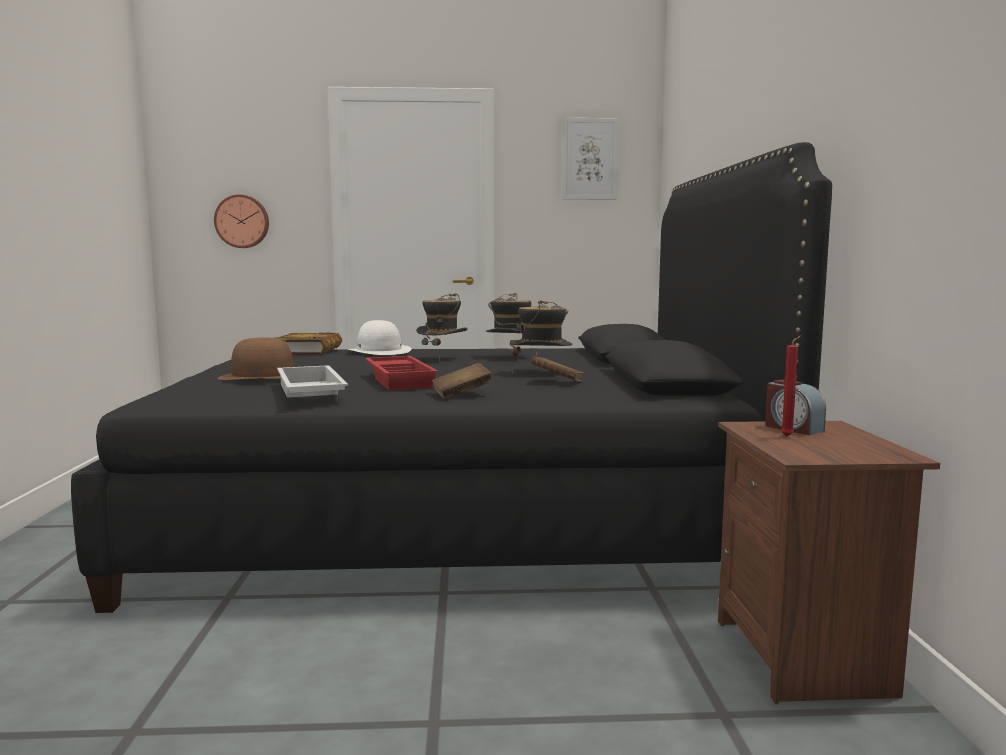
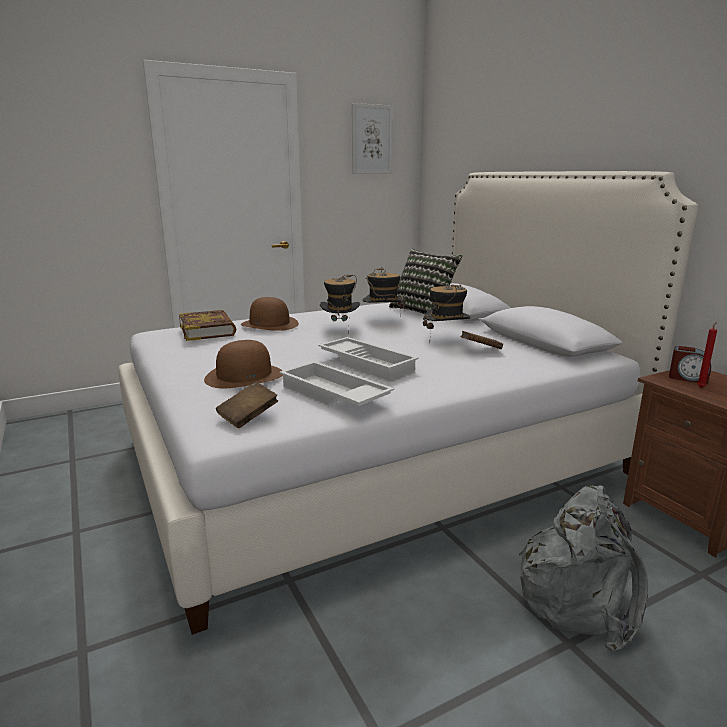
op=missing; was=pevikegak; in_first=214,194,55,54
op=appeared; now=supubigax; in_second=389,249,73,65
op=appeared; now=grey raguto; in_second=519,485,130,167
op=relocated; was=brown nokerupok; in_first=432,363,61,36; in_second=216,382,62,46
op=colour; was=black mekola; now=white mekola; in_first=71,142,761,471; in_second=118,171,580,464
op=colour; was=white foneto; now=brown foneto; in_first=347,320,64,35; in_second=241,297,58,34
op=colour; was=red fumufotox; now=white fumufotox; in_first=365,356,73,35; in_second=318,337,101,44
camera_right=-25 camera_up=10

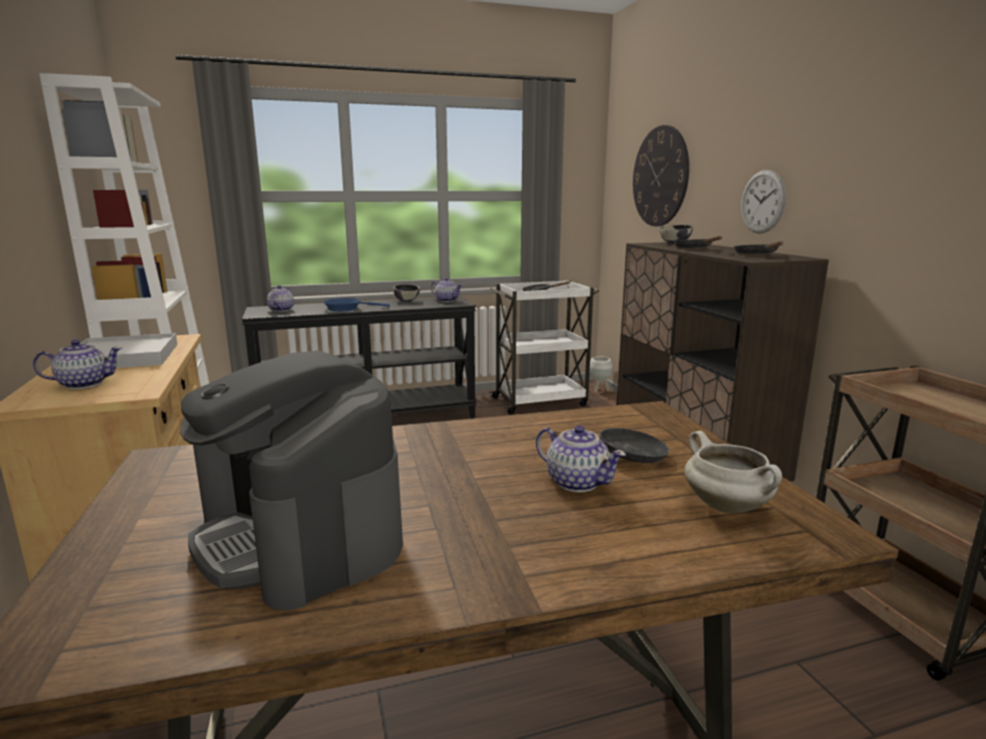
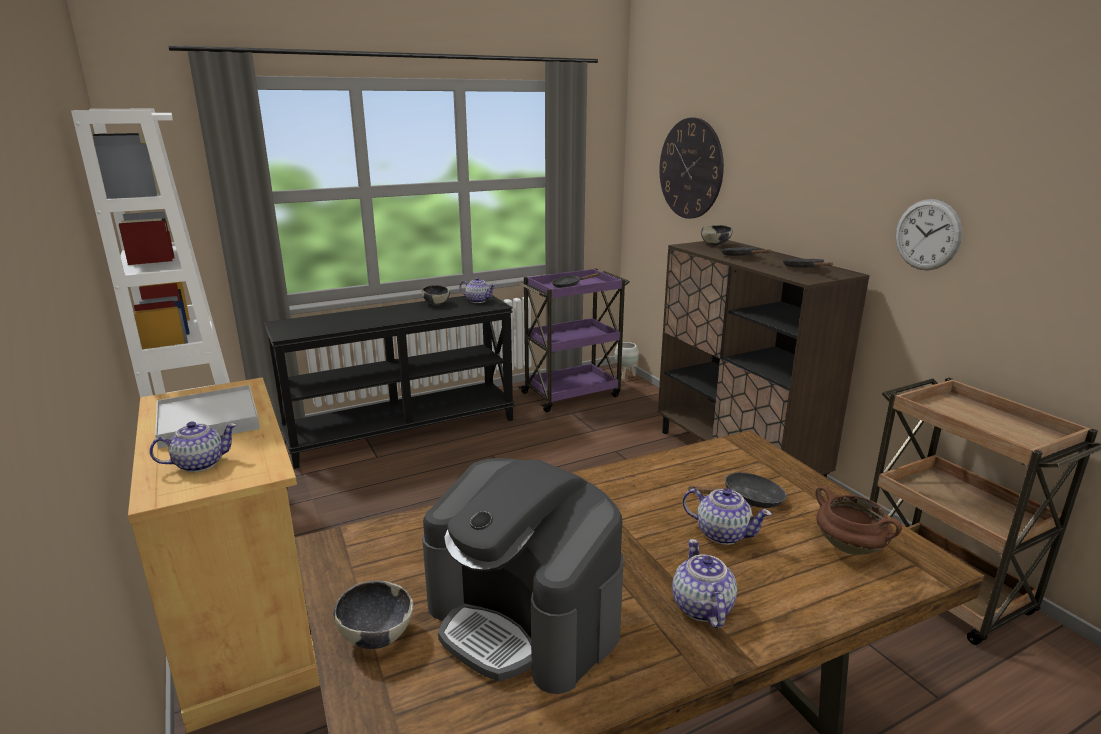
op=missing; was=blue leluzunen; in_first=323,298,67,14
op=appeared; now=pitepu; in_second=334,580,79,69
op=relocated; was=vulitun; in_first=267,285,27,27; in_second=672,539,65,89
op=relocated; was=pevikegak; in_first=741,170,45,64; in_second=896,199,66,72
op=colour; was=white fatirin; now=purple fatirin; in_first=490,280,109,135; in_second=518,268,112,144
op=colour; was=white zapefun; now=brown zapefun; in_first=684,431,98,82; in_second=816,486,86,69
camera_right=-10 camera_up=5

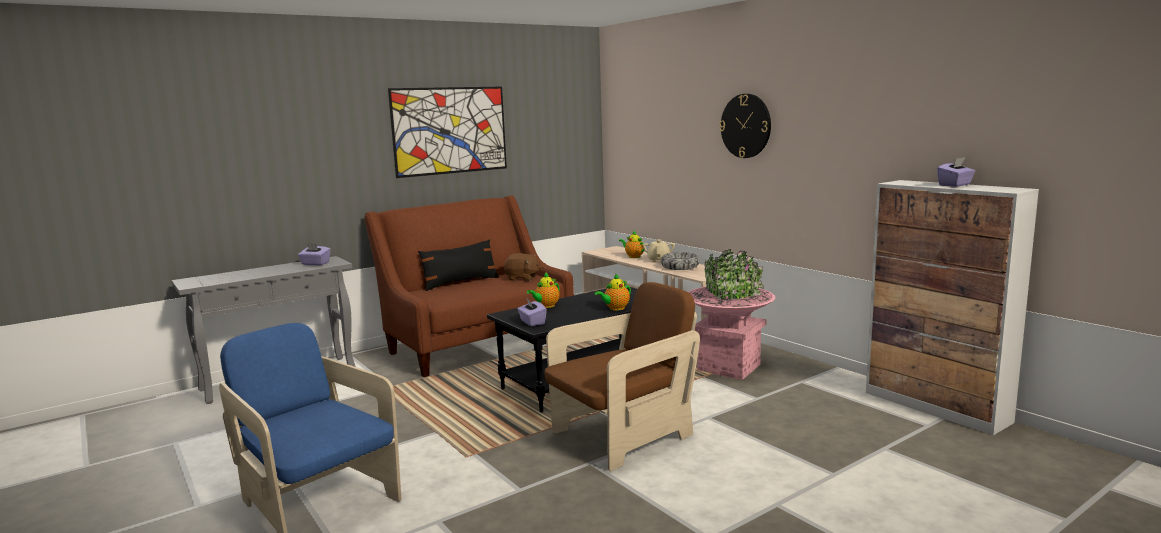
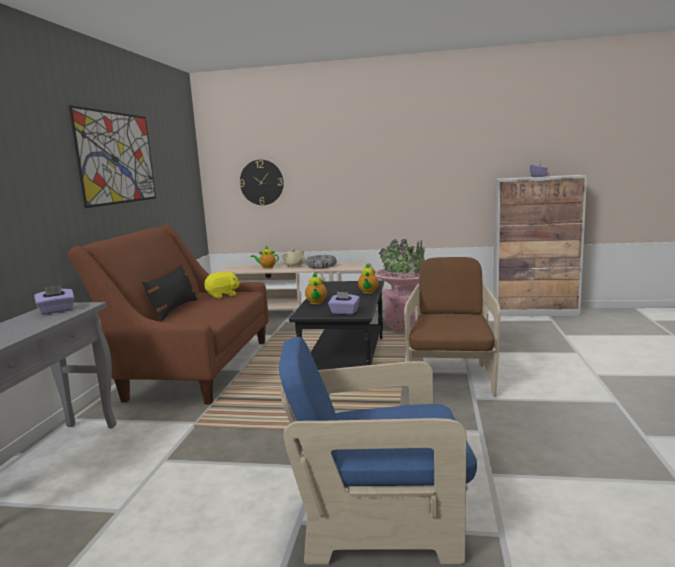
op=relocated; was=pevikegak; in_first=720,94,51,64; in_second=240,160,44,45
op=colour; was=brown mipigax; now=yellow mipigax; in_first=504,253,38,28; in_second=204,272,36,27
camera_right=-45 camera_up=0

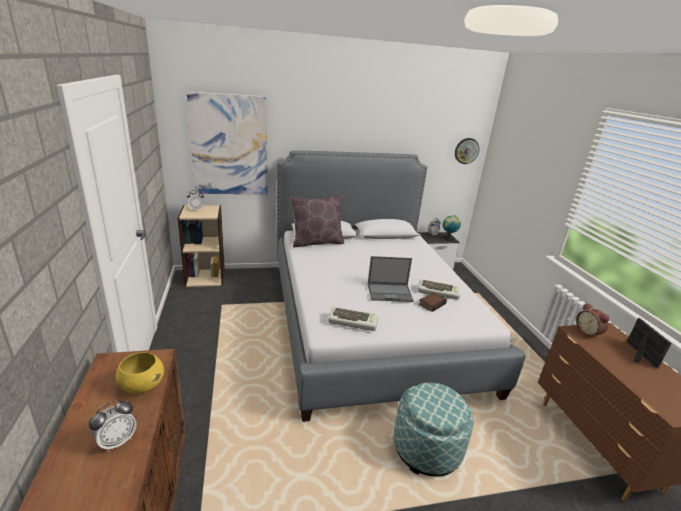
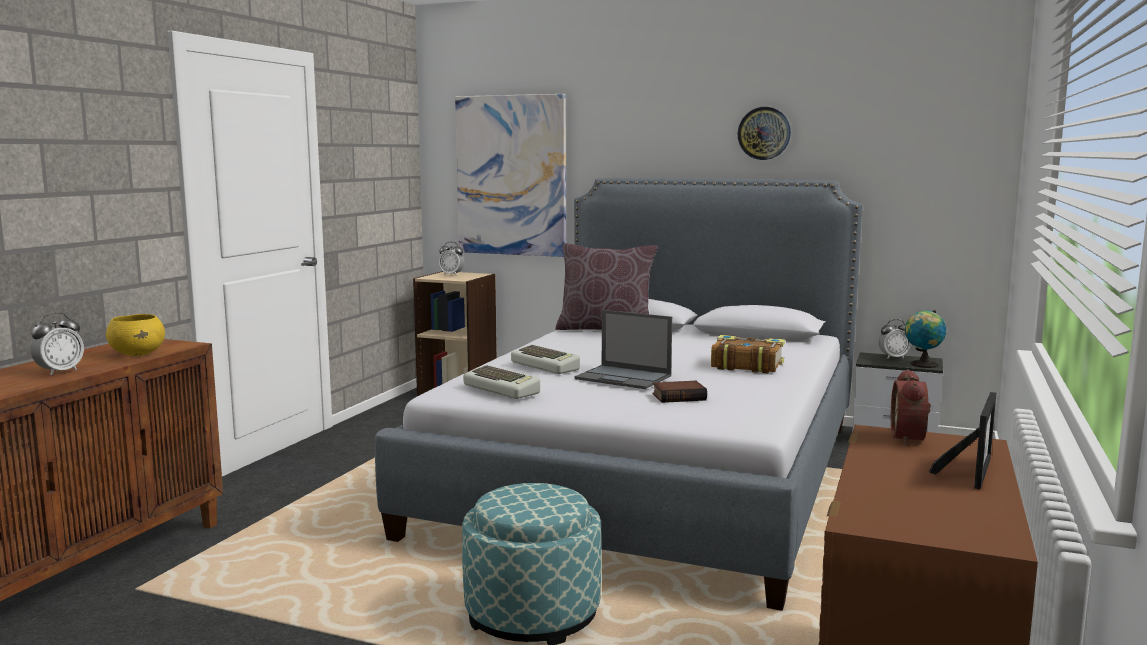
op=appeared; now=nokerupok; in_second=711,335,74,38
op=relocated; was=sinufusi; in_first=418,279,42,21; in_second=511,344,69,30
op=relocated; was=pevikegak; in_first=455,138,24,26; in_second=738,107,53,53
op=spun; was=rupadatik; in_first=89,400,48,52; in_second=31,313,53,63; clockwise=-45
camera_right=35 camera_up=-15

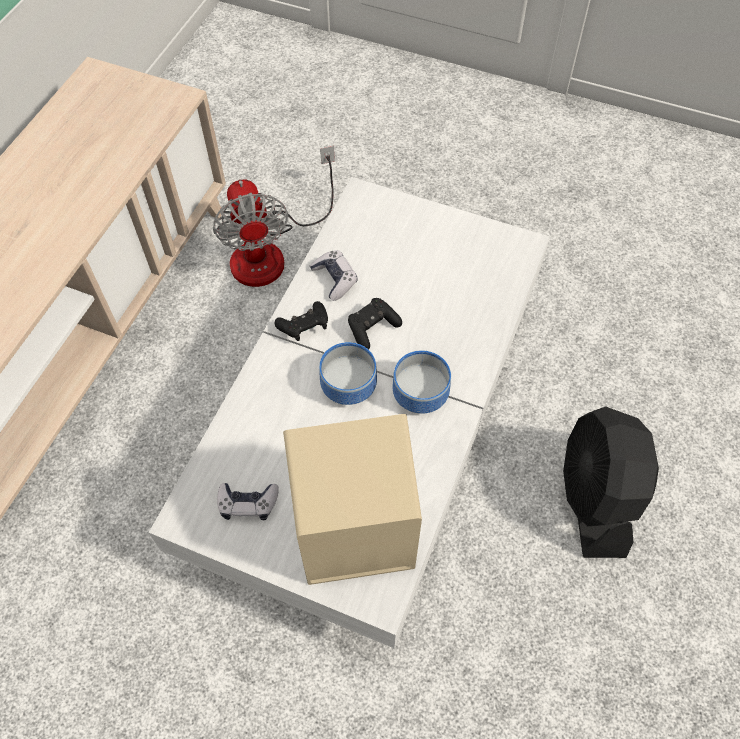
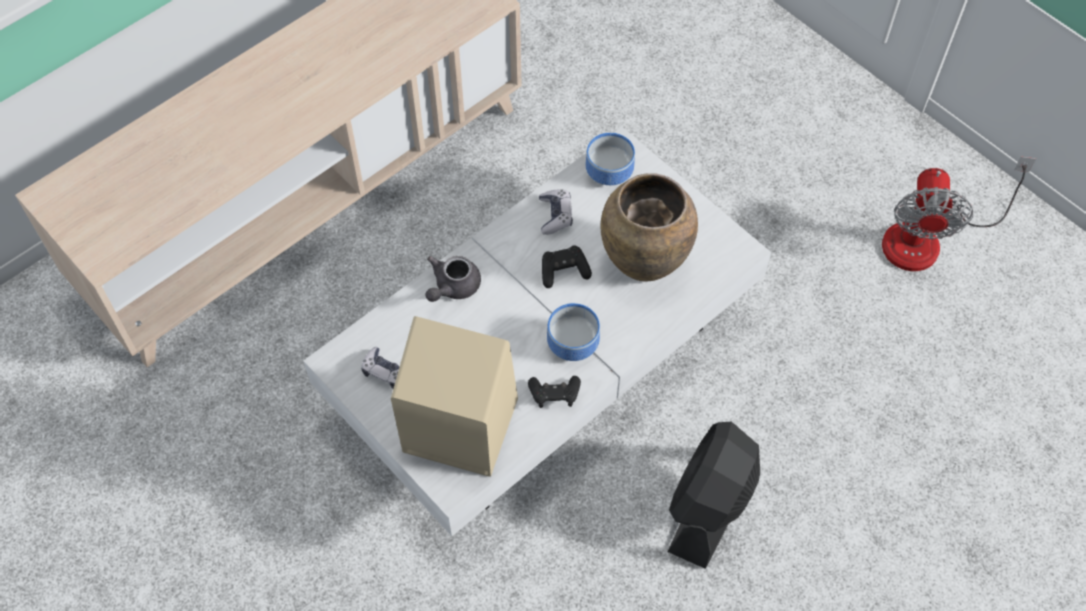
op=appeared; now=grey vulitun; in_second=426,256,55,46
op=appeared; now=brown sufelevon; in_second=601,173,97,108
op=relocated; was=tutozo; in_first=213,146,122,141; in_second=882,157,154,114
op=relocated; was=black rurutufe; in_first=275,301,53,40; in_second=528,376,53,32
op=relocated; was=pitepu; in_first=319,342,58,63; in_second=586,133,49,52
camera_right=25 camera_up=0

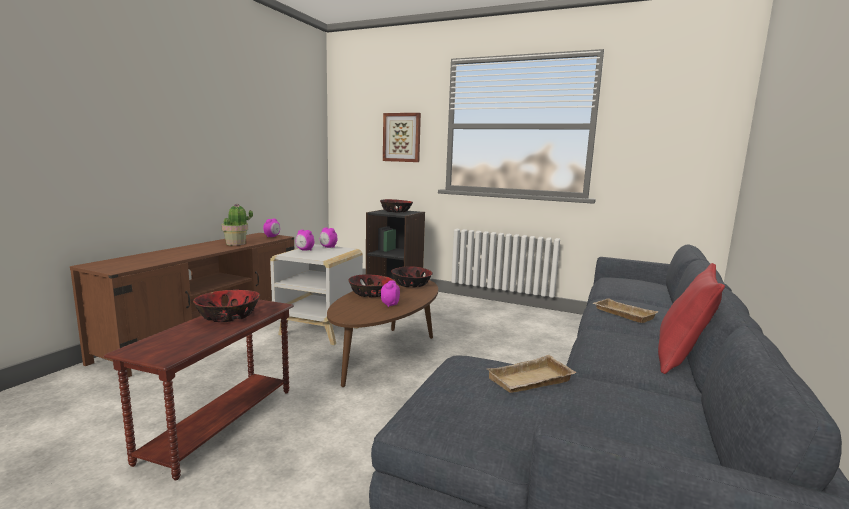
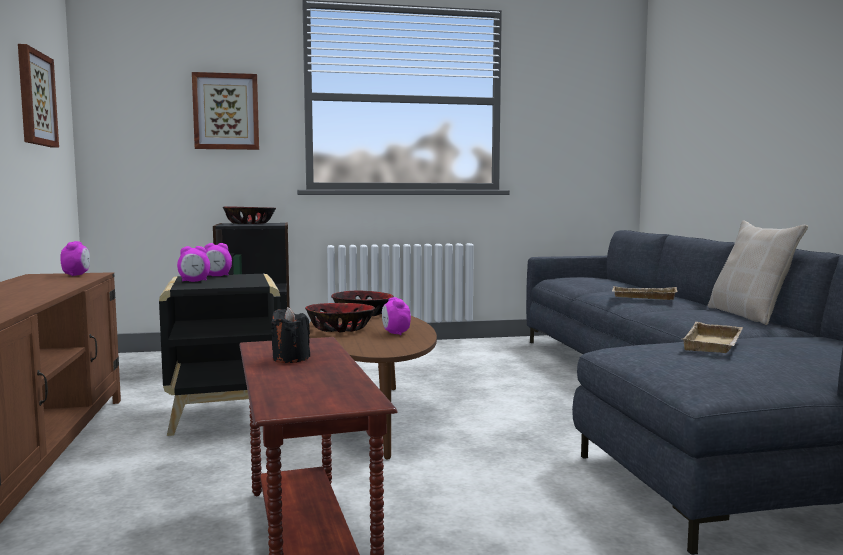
op=missing; was=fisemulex; in_first=221,204,32,42
op=appeared; now=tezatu; in_second=18,44,41,104
op=exchanged; was=pitepu; now=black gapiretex; in_first=193,290,67,32; in_second=271,307,39,56
op=colour; was=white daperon; now=black daperon; in_first=270,244,93,101; in_second=159,274,122,162
op=colour; was=red supubigax; now=beige supubigax; in_first=658,263,67,111; in_second=707,220,101,105
camera_right=-35 camera_up=-5

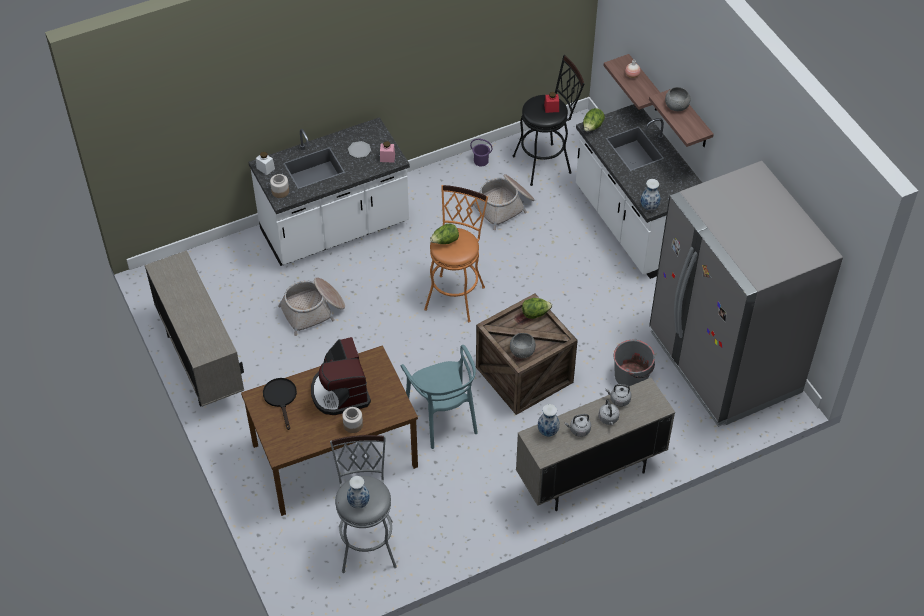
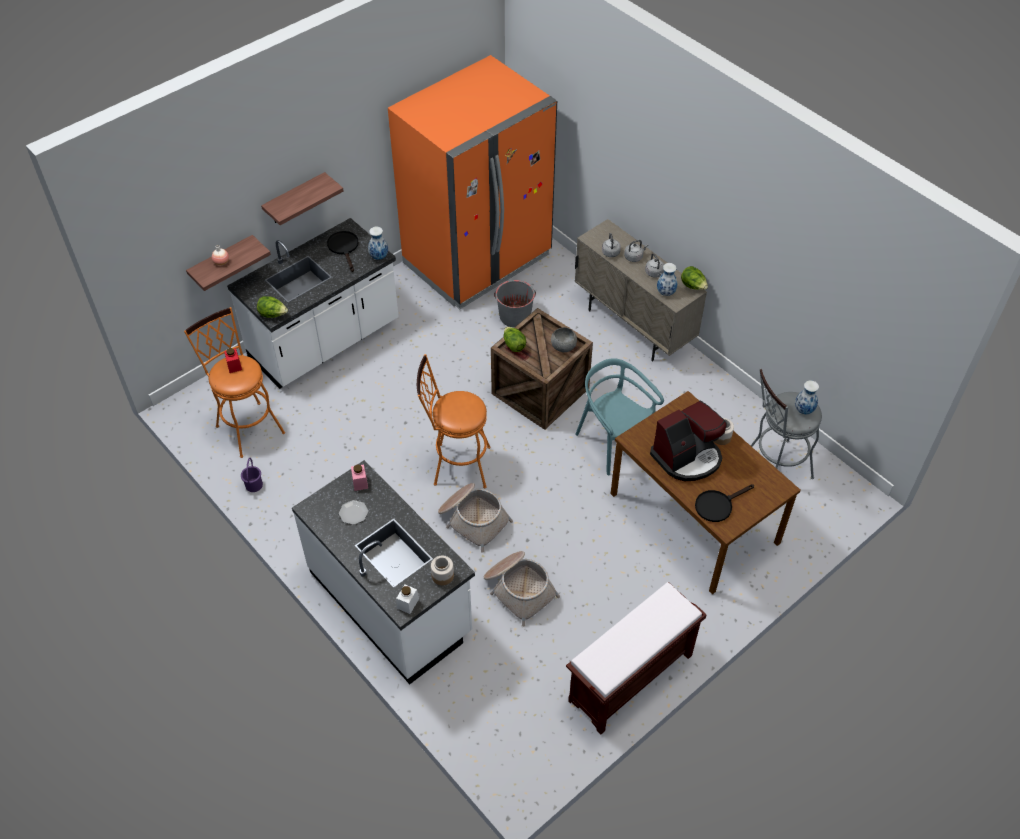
op=missing; was=grey pitepu; in_first=665,87,25,24
op=appeared; now=black leluzunen; in_second=327,231,32,41
op=relocated; was=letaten; in_first=430,224,29,20; in_second=681,266,27,24
op=relocated; was=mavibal; in_first=471,174,63,56; in_second=438,483,75,70
op=exchanged; was=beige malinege; now=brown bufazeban; in_first=145,250,99,157; in_second=566,582,141,153
op=colour; was=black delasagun; now=orange delasagun; in_first=513,55,71,131; in_second=184,307,101,151
op=colour; was=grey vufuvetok; now=orange vufuvetok; in_first=649,161,194,266; in_second=388,55,169,254
op=spun; was=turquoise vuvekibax; in_first=401,345,77,104; in_second=575,358,89,117; clockwise=-90
camera_right=-105 camera_up=0

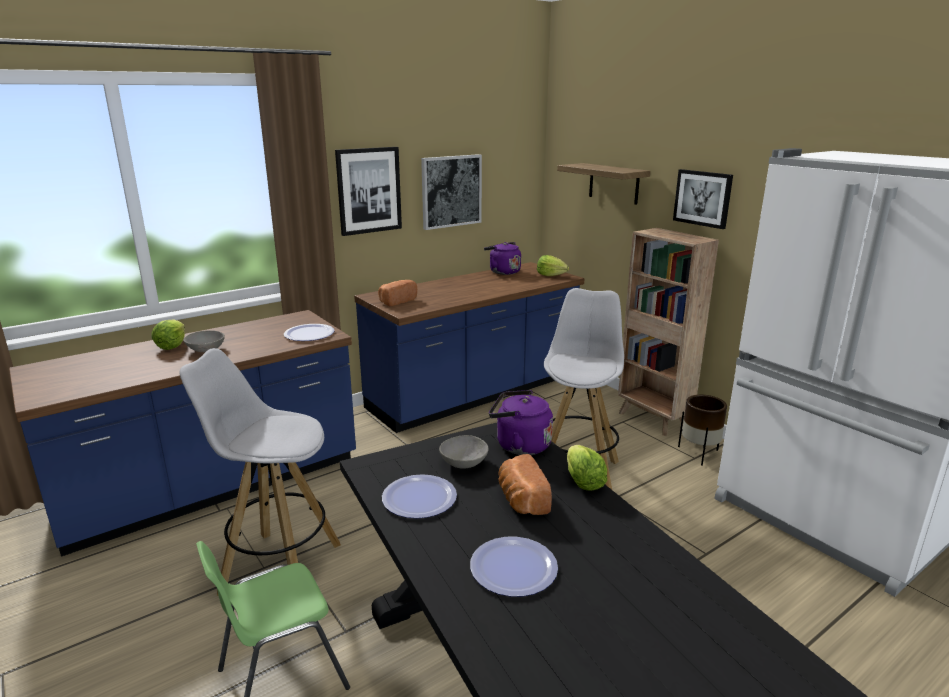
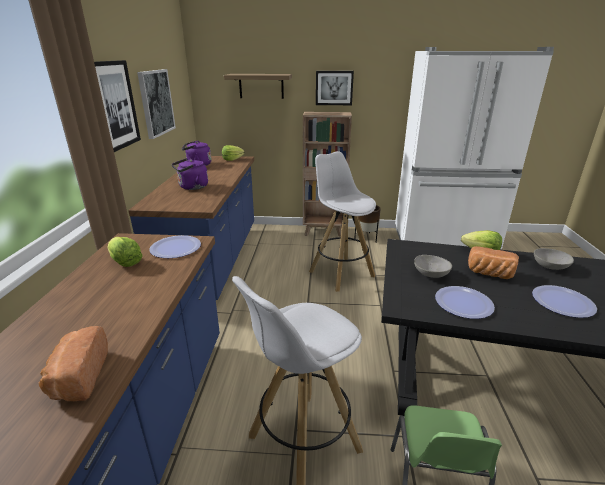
op=relocated; was=letaten; in_first=152,320,33,30; in_second=107,237,36,30
op=relocated; was=grey pitepu; in_first=183,330,42,22; in_second=534,248,40,22
op=relocated; was=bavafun; in_first=378,280,39,26; in_second=39,326,69,75
op=relocated; was=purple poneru; in_first=489,390,64,65; in_second=171,158,37,32
camera_right=-50 camera_up=5

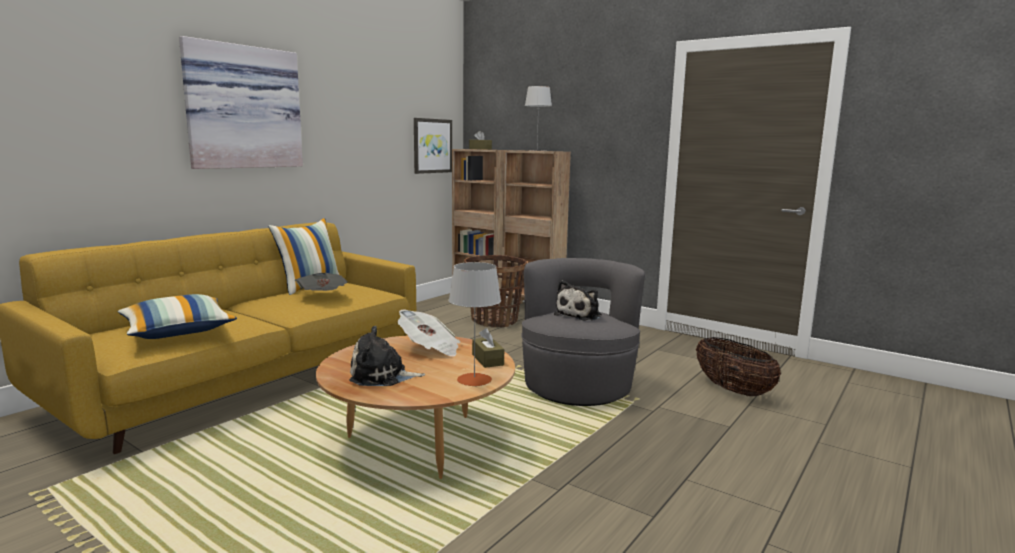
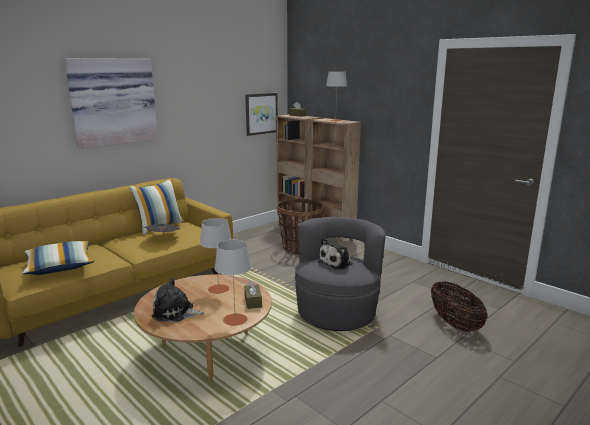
op=exchanged; was=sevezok; now=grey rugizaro; in_first=397,309,63,48; in_second=200,218,32,76
camera_right=10 camera_up=5

